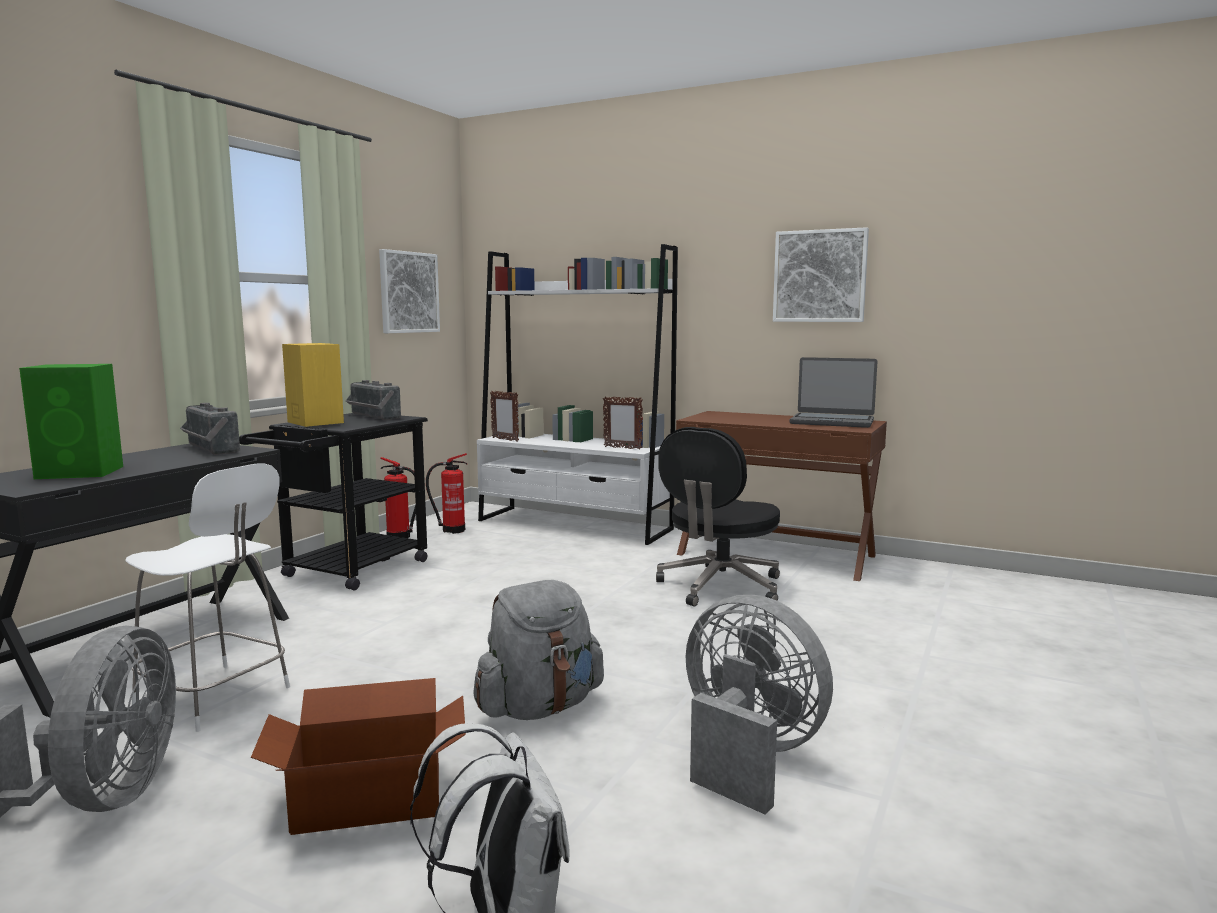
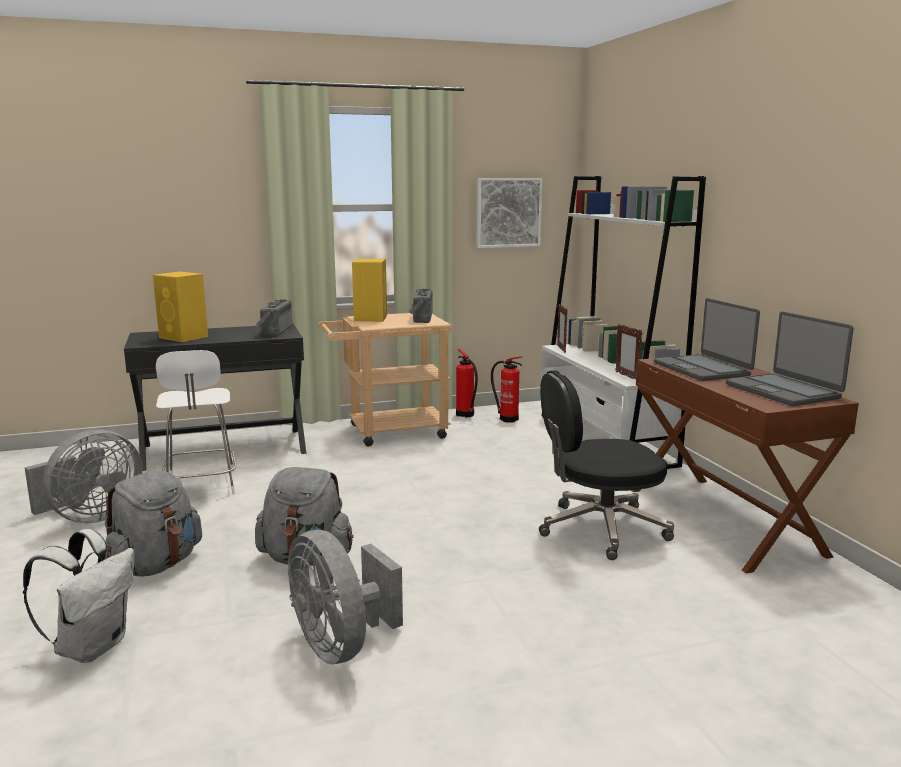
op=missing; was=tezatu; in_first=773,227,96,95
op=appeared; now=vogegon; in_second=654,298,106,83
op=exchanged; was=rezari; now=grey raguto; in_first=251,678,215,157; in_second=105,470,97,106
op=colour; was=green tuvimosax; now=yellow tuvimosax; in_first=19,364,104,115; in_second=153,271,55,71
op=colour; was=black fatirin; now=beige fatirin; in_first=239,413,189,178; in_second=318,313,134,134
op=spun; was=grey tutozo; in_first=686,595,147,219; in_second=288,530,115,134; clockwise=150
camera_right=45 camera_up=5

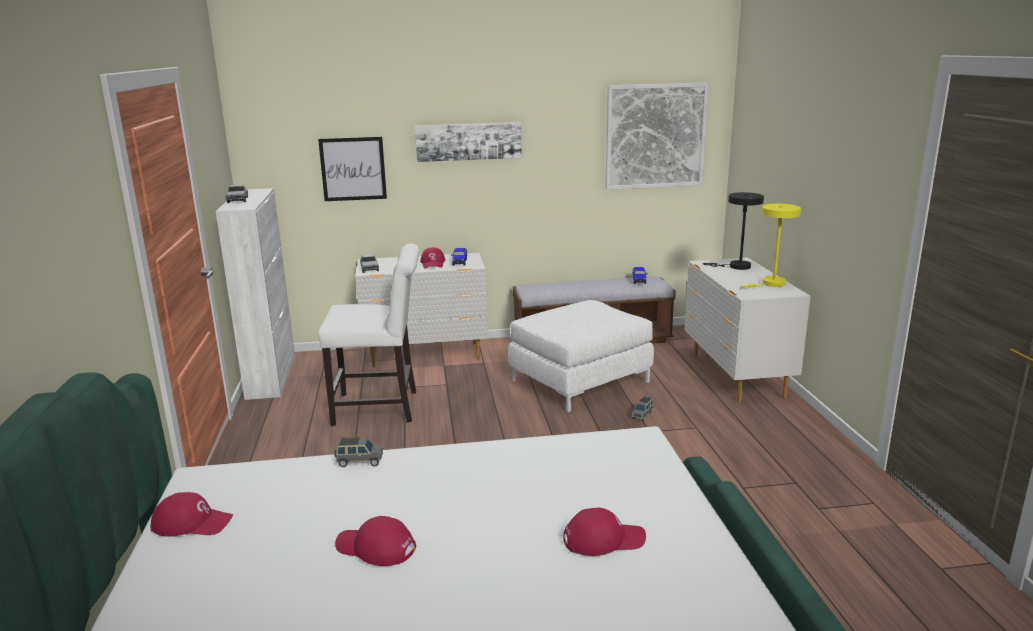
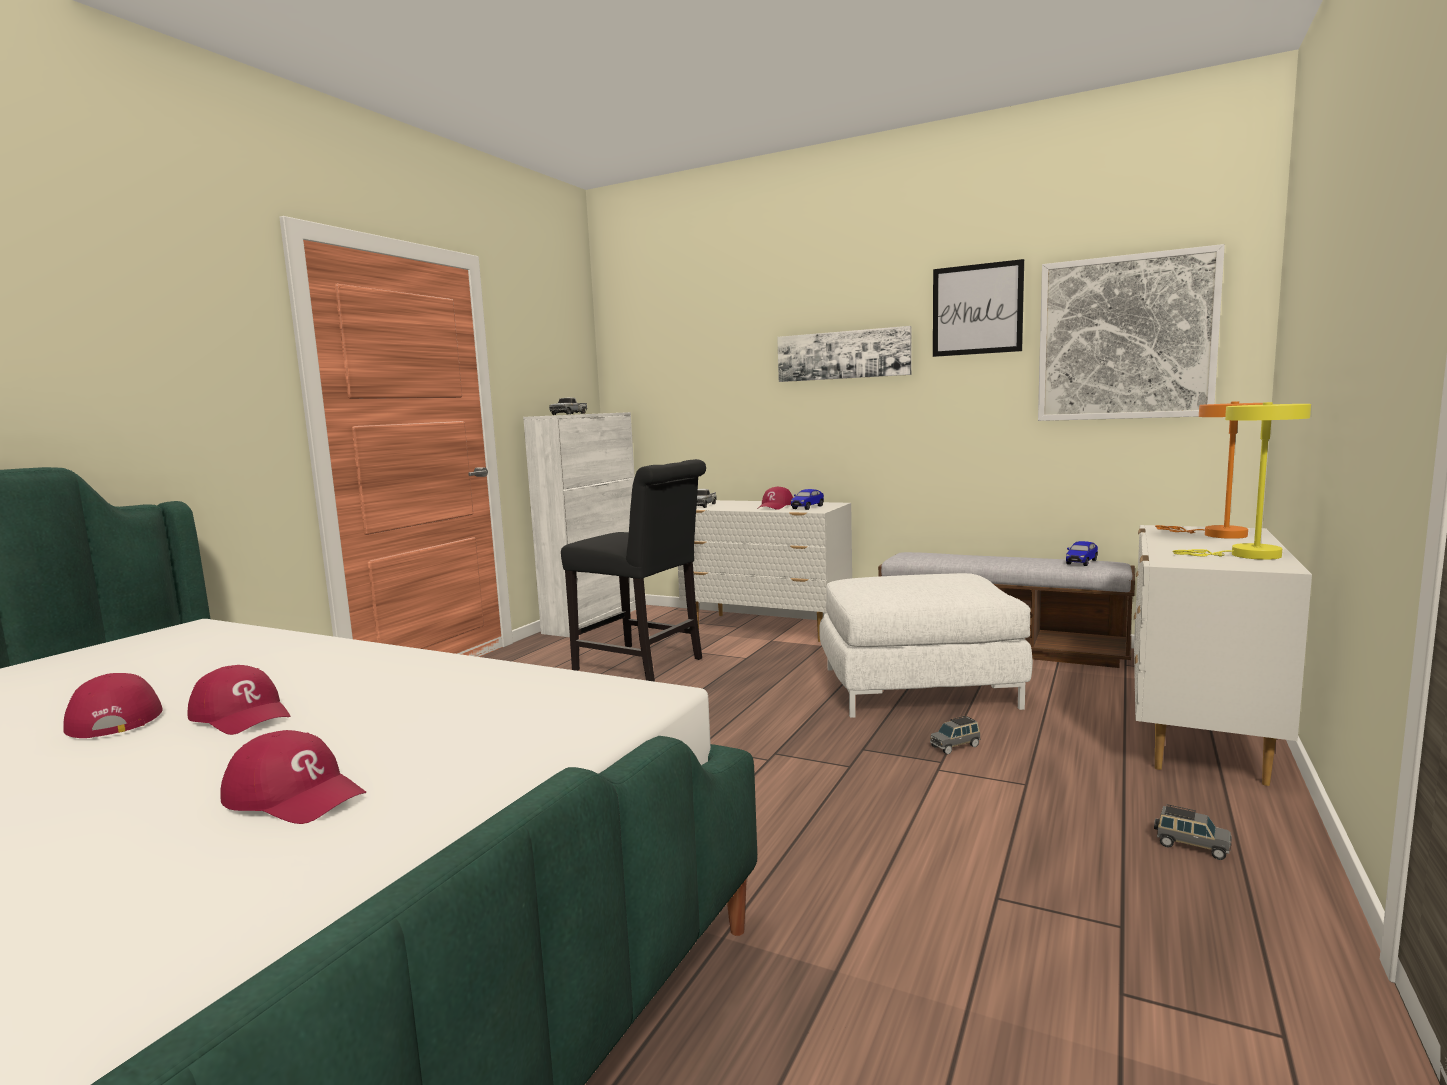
op=relocated; was=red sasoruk; in_first=150,492,83,45; in_second=188,665,102,70
op=relocated; was=tezatu; in_first=318,137,69,64; in_second=933,259,91,98
op=relocated; was=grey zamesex; in_first=334,437,49,30; in_second=1154,804,78,56
op=colour; was=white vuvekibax; now=black vuvekibax; in_first=318,243,102,183; in_second=561,459,145,223
op=colour; was=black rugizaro; now=orange rugizaro; in_first=703,192,61,78; in_second=1155,401,108,138
camera_right=35 camera_up=-10

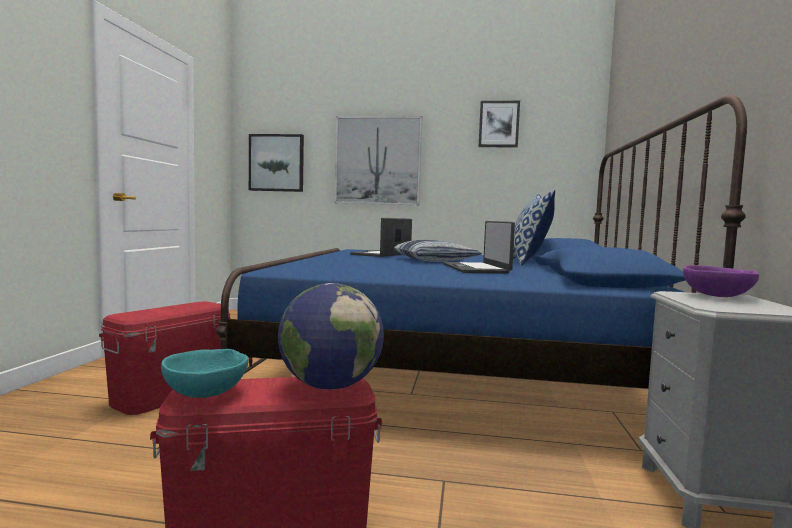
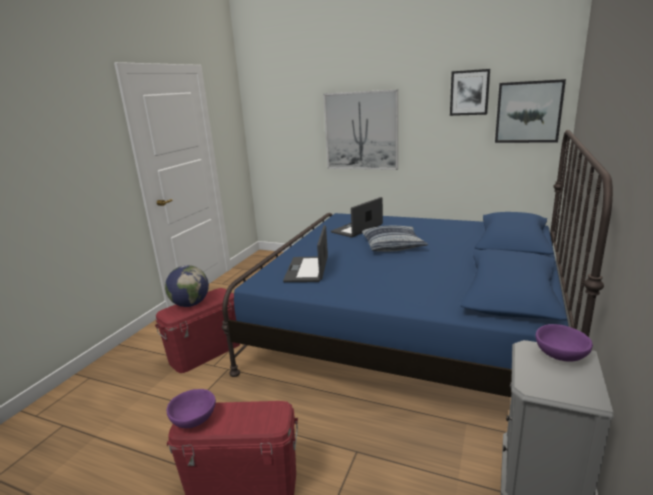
op=missing; was=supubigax; in_first=513,190,42,75
op=relocated; was=tezatu; in_first=249,134,55,58; in_second=495,79,71,64
op=relocated; was=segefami; in_first=278,283,106,107; in_second=165,265,44,42
op=relocated; was=vogegon; in_first=443,221,72,53; in_second=283,225,45,57
op=colour; was=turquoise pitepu; now=purple pitepu; in_first=161,349,87,49; in_second=167,389,49,39
camera_right=15 camera_up=15

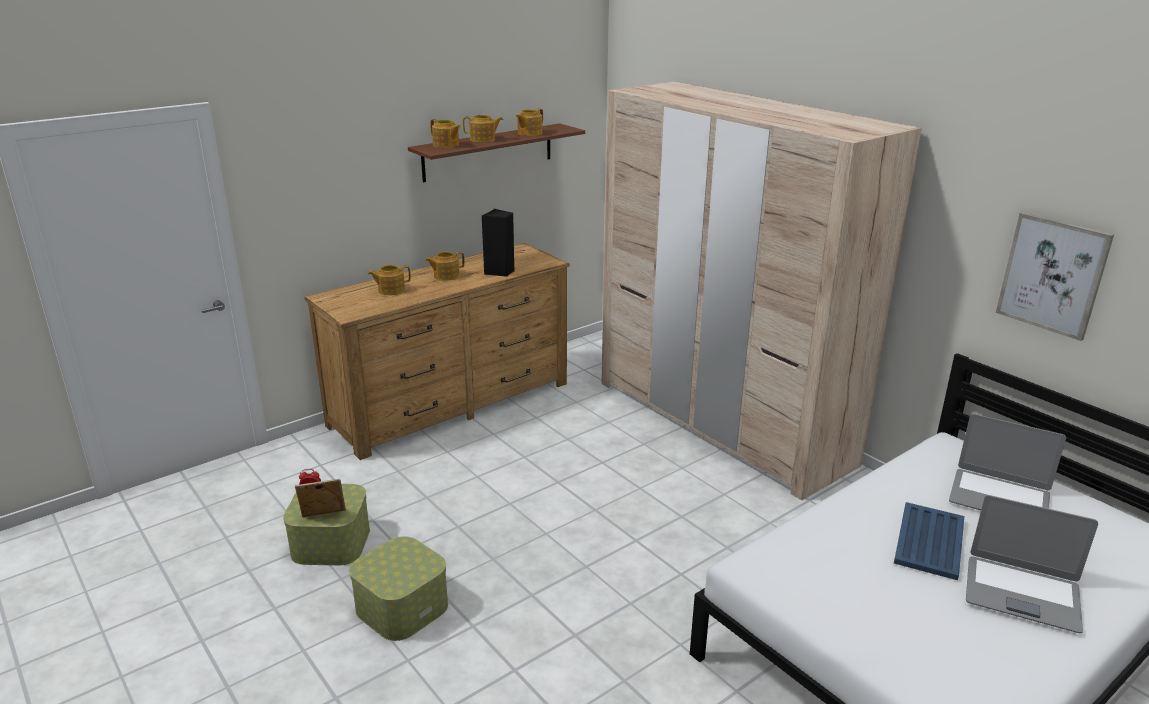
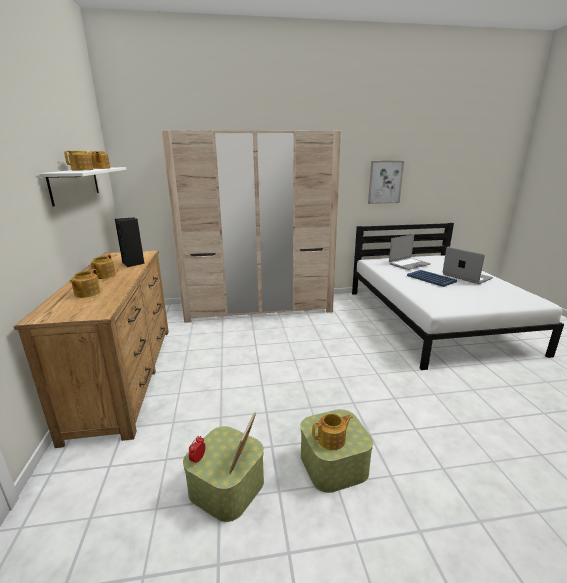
op=relocated; was=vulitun; in_first=430,119,31,29; in_second=312,414,41,36
op=colour; was=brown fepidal; now=white fepidal; in_first=408,123,177,59; in_second=39,167,87,39
op=spun; was=vogegon; in_first=966,495,132,138; in_second=443,247,50,37; clockwise=-90
camera_right=-60 camera_up=-5

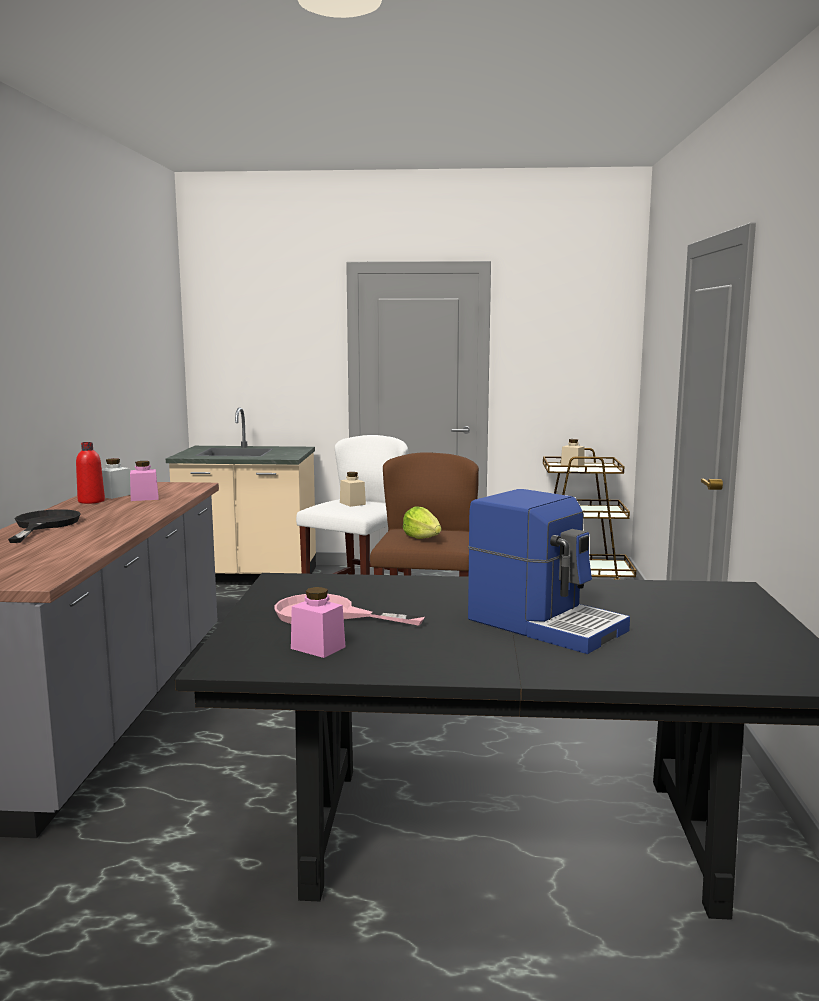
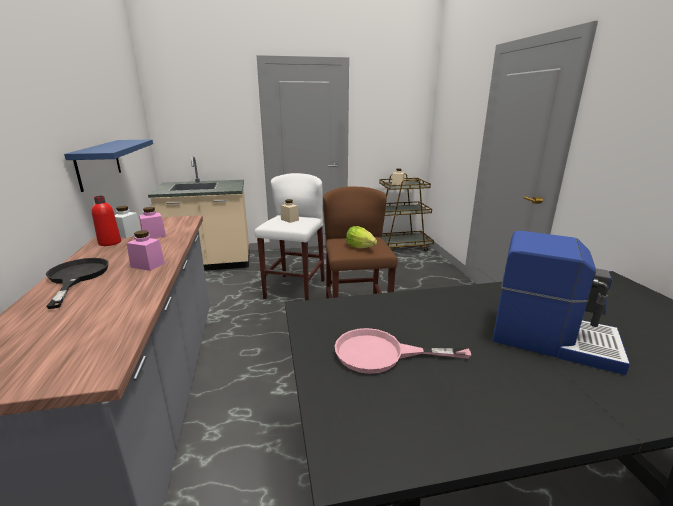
op=appeared; now=blue fepidal; in_second=64,139,89,53
op=relocated; was=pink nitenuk; in_first=291,587,54,71; in_second=127,230,38,41
camera_right=-15 camera_up=10

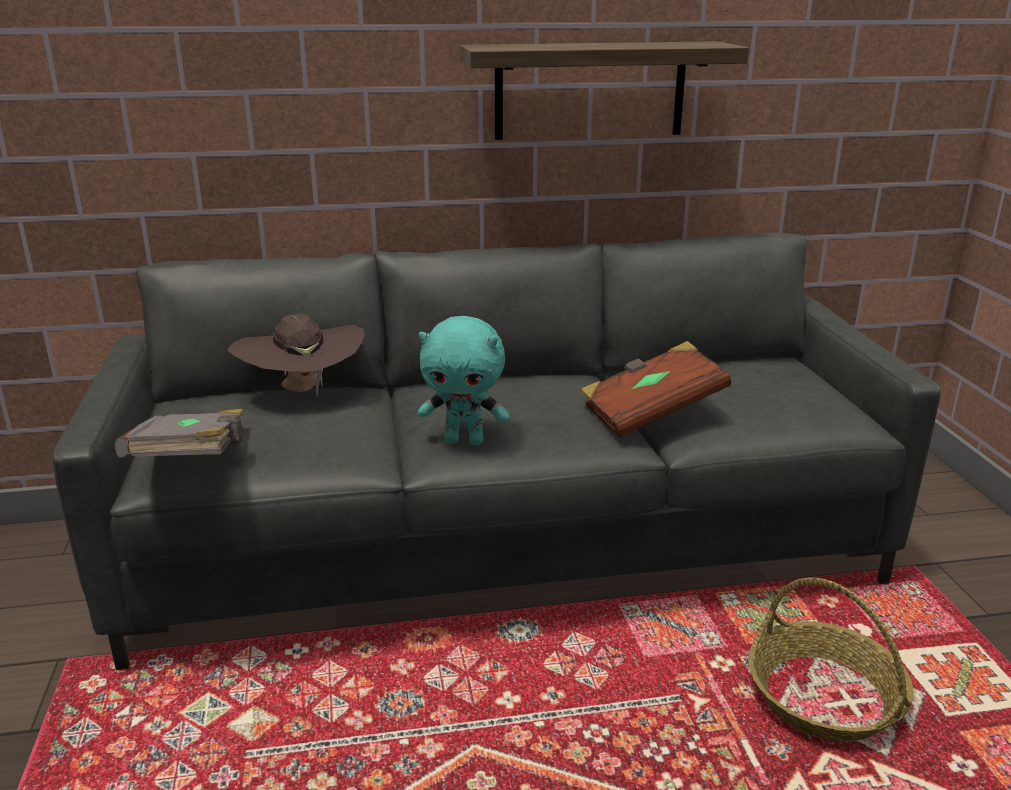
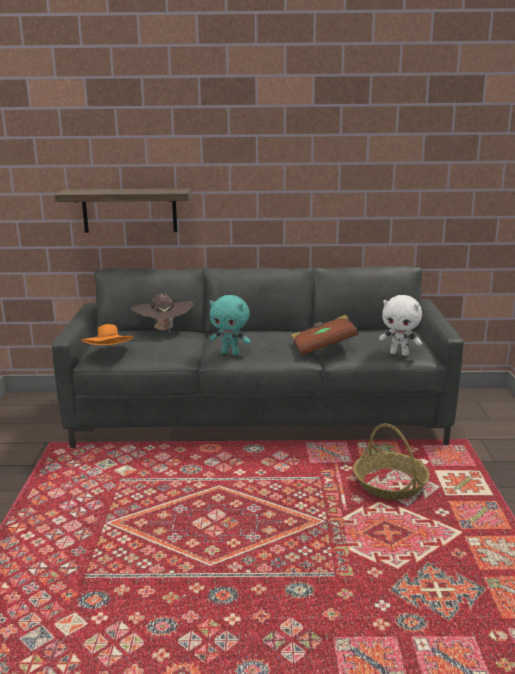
op=appeared; now=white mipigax; in_second=379,295,43,61
op=relocated; was=fepidal; in_first=460,41,289,99; in_second=55,188,137,45
op=exchanged; was=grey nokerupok; now=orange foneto; in_first=115,409,129,48; in_second=81,324,53,21
camera_right=10 camera_up=-5

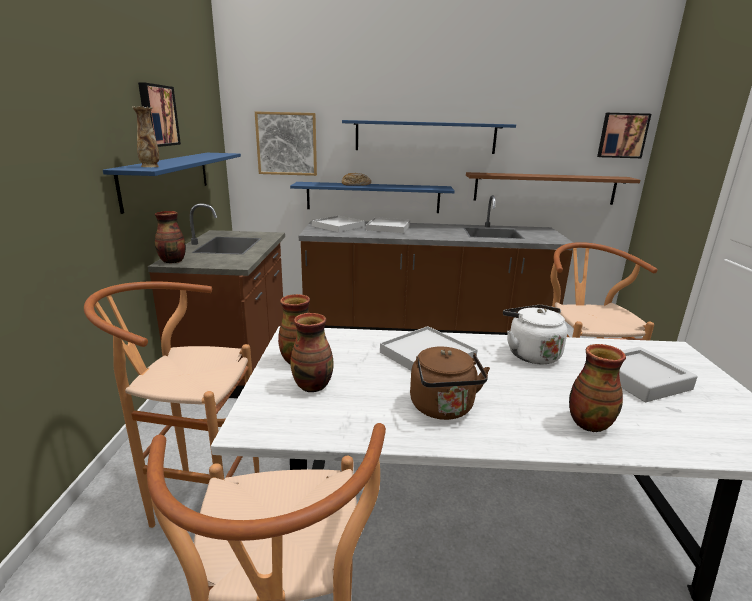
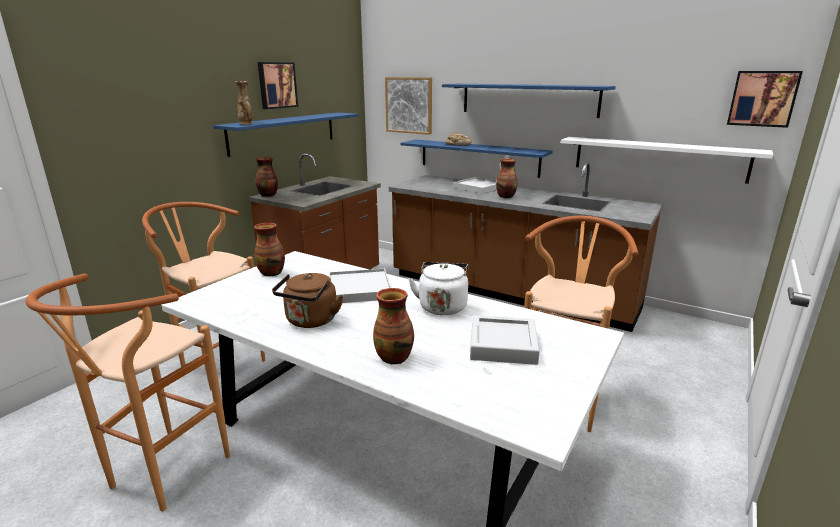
op=missing; was=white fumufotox; in_first=312,216,53,16
op=relocated; was=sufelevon; in_first=290,313,44,79; in_second=496,159,21,39
op=colour; was=brown fepidal; now=white fepidal; in_first=466,172,175,33; in_second=561,137,212,47
camera_right=30 camera_up=0

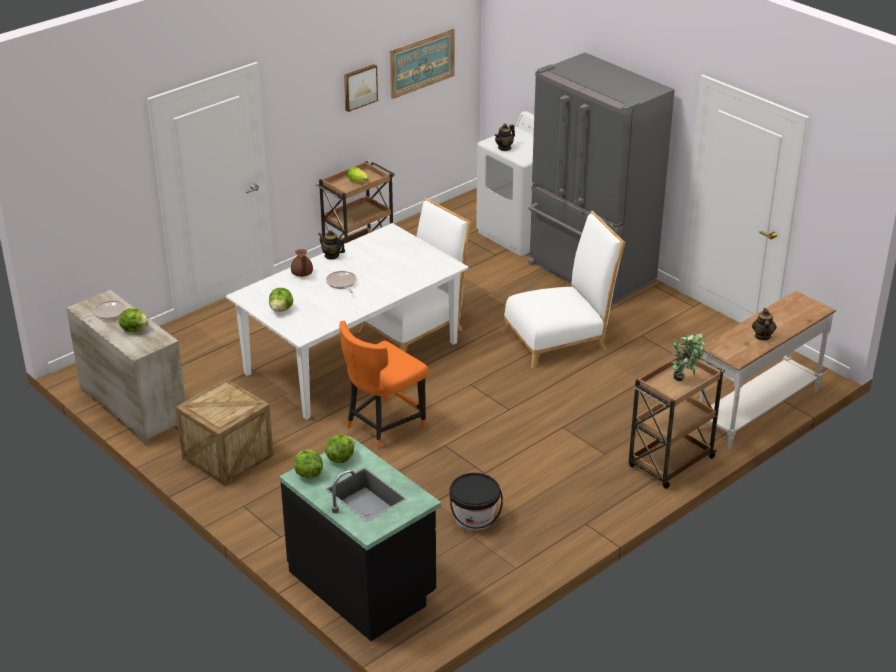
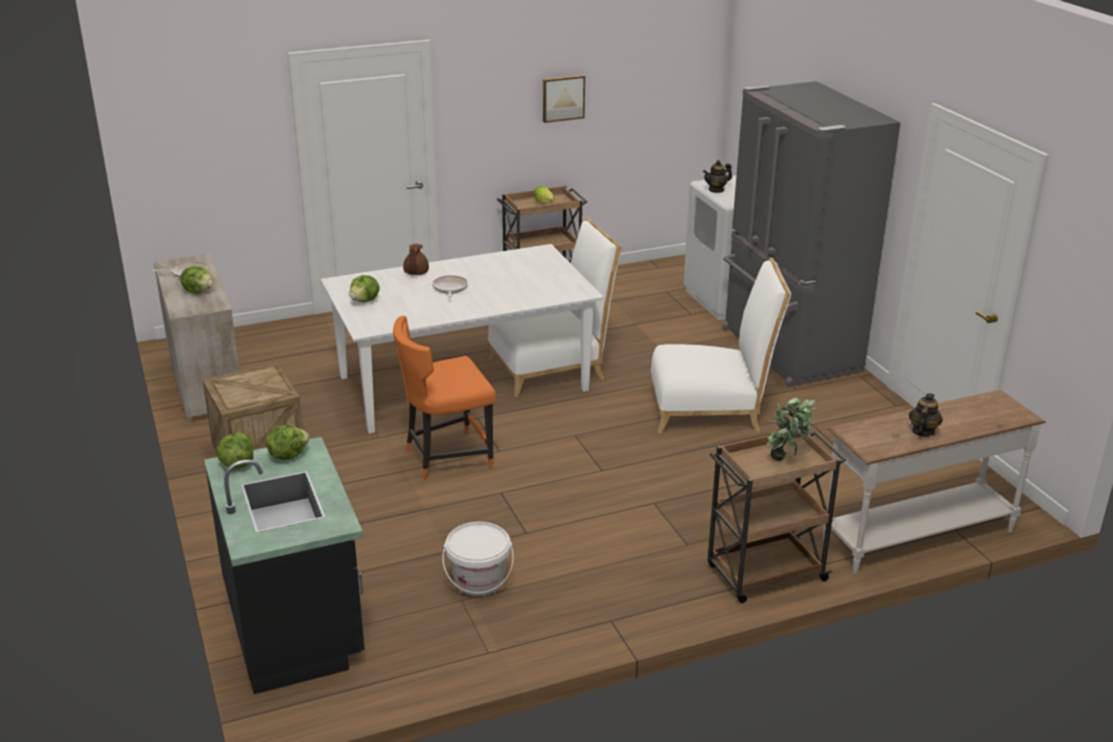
op=missing; was=vulitun; in_first=318,230,27,30
op=missing; was=tezatu; in_first=390,28,65,71
op=colour; was=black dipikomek; now=white dipikomek; in_first=449,473,54,58; in_second=442,522,72,74
camera_right=20 camera_up=-5

